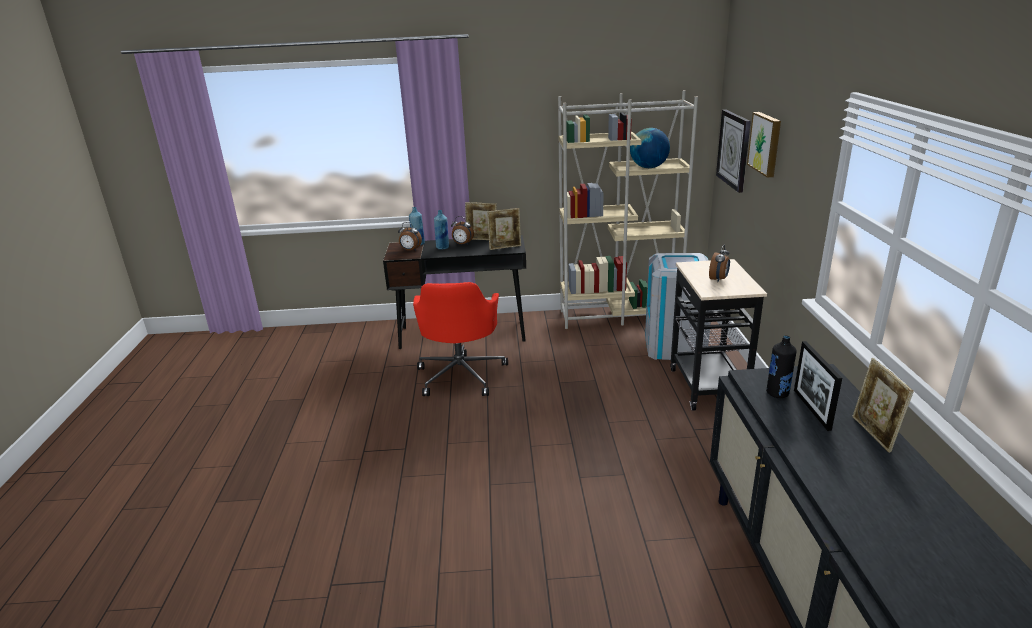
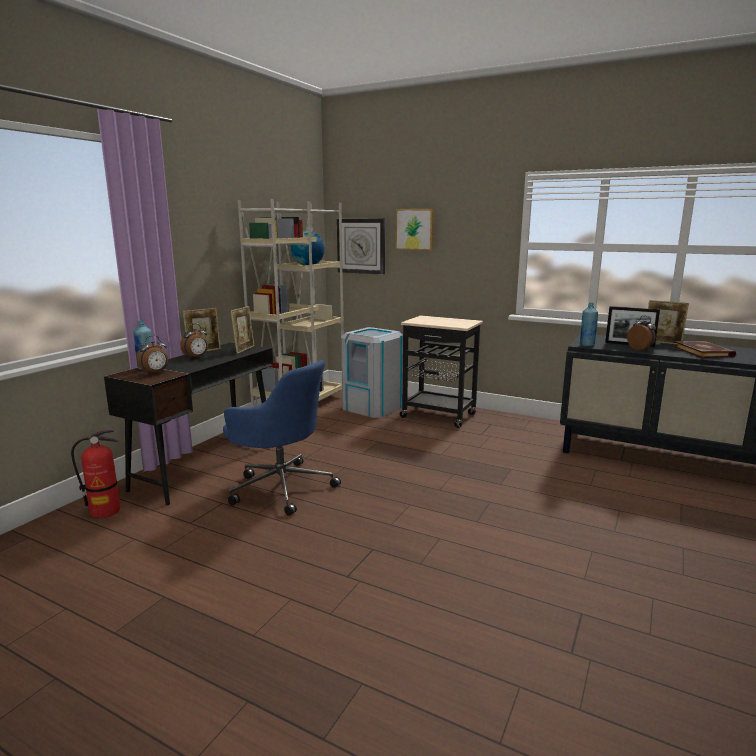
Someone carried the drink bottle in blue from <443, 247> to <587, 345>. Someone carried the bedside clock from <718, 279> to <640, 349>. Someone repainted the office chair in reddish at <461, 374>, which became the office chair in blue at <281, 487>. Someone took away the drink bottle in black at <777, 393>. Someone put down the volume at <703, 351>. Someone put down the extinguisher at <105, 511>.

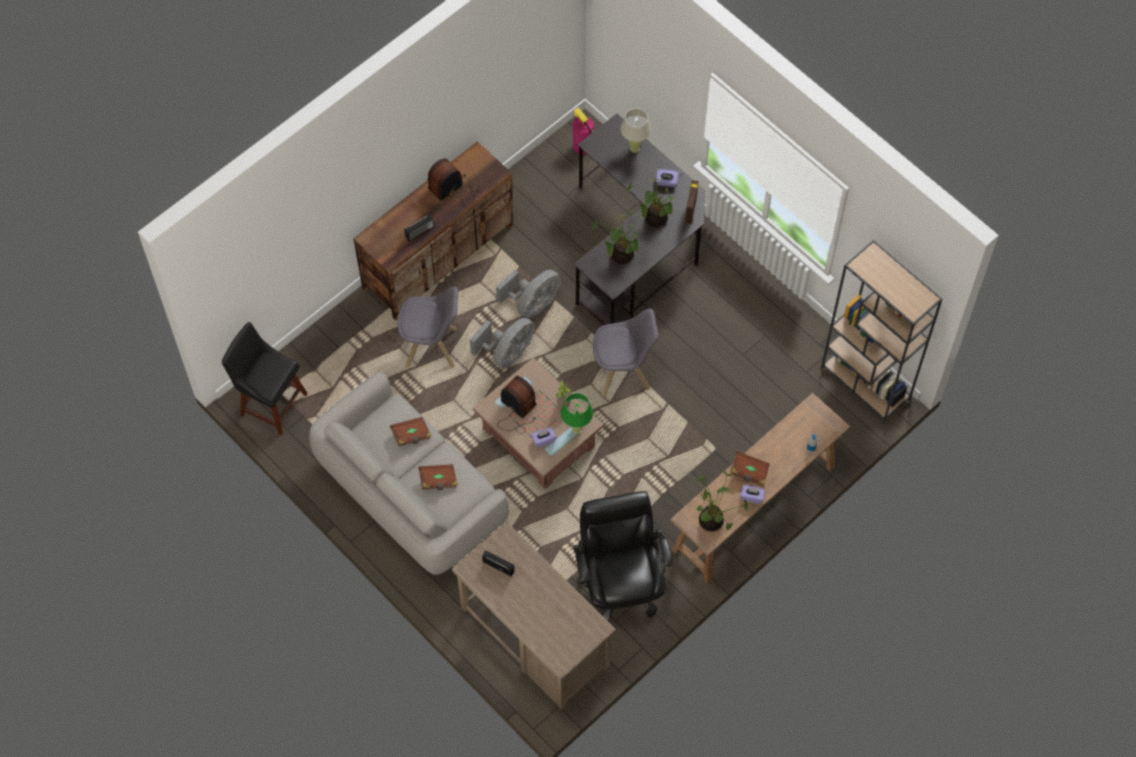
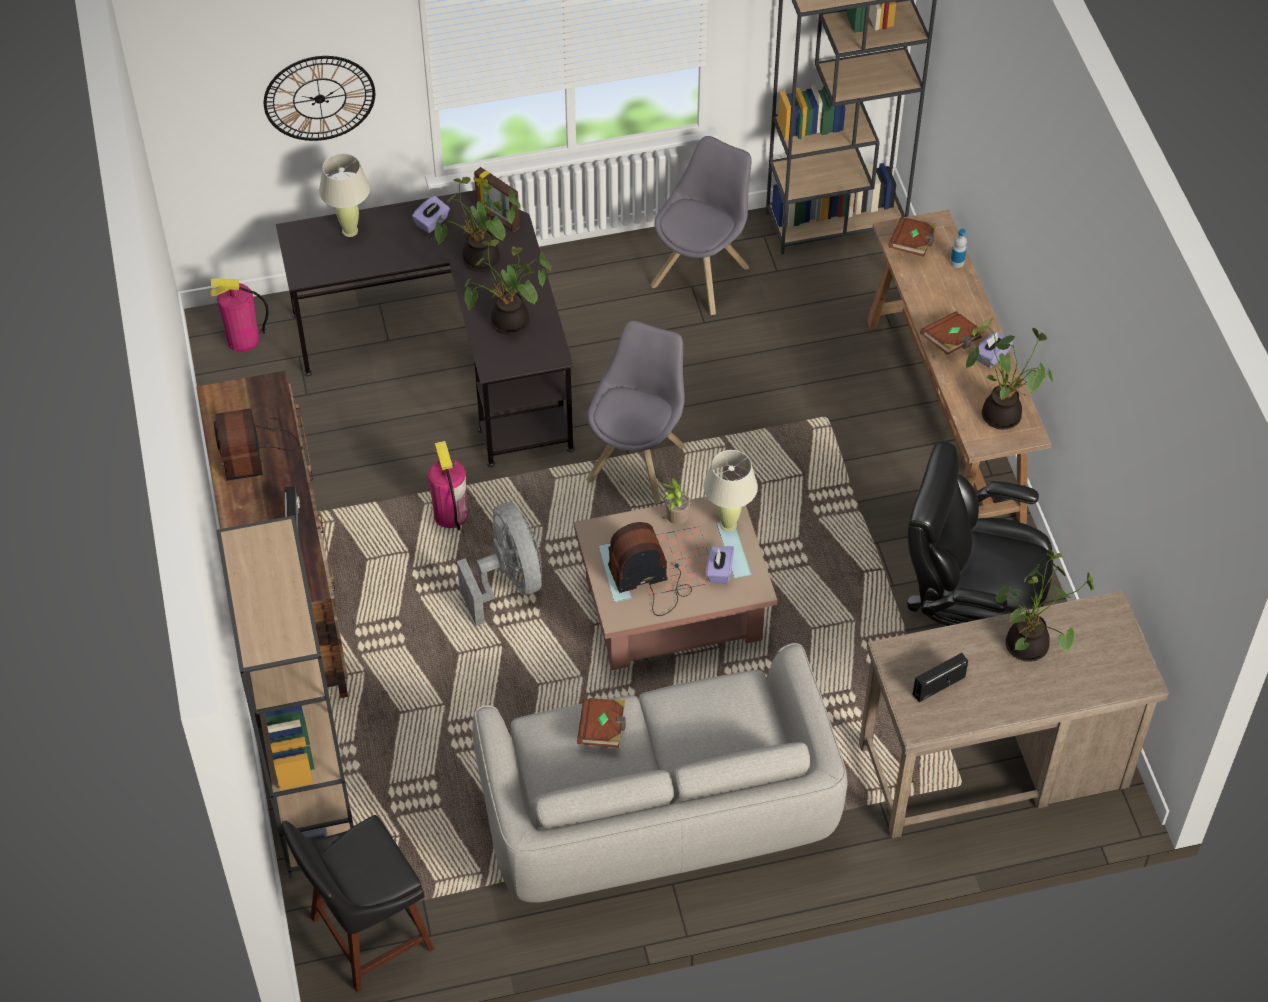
Someone swapped the cooling fan in grey at <532, 304> for the extinguisher at <450, 515>. Someone carried the chair in grey from <431, 347> to <701, 277>. Someone repainted the tabletop lamp in greenish at <576, 429>, which became the tabletop lamp in sand-coloured at <728, 525>. Someone carried the volume in brownish from <438, 480> to <912, 245>. Someone put up the wall clock at <319, 98>. Someone put down the bookcase at <311, 803>. Someone put down the houseplant at <1029, 648>.

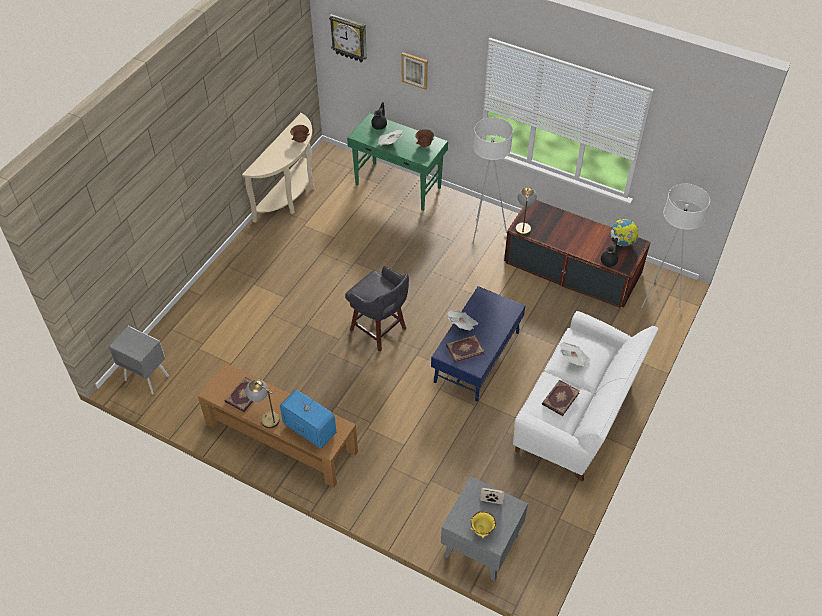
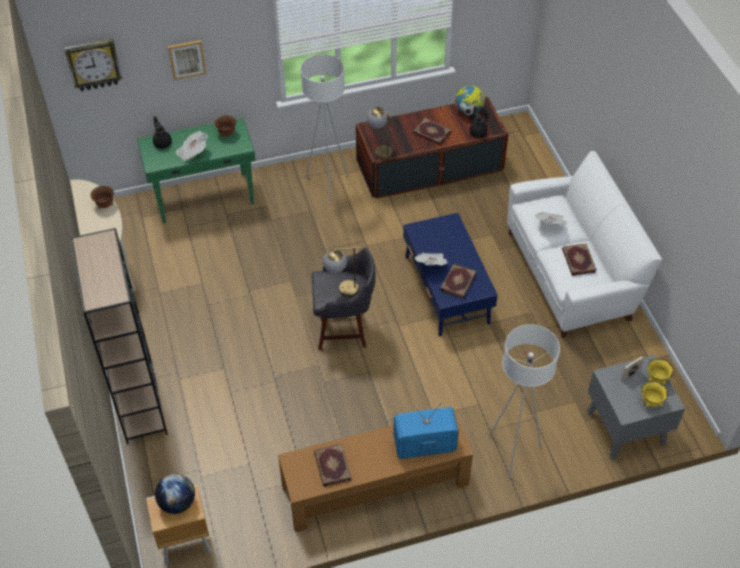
Someone carried the floor lamp in white from <658, 298> to <512, 452>. Someone repainted the bedside table in grey at <146, 377>, which became the bedside table in brownish at <184, 543>. Someone carried the tabletop lamp from <265, 417> to <341, 290>. Someone put down the volume at <431, 133>. Someone put down the bookcase in sand-coloured at <139, 403>. Someone put down the deep dish in yellow at <657, 379>. Someone put down the world globe at <177, 503>.

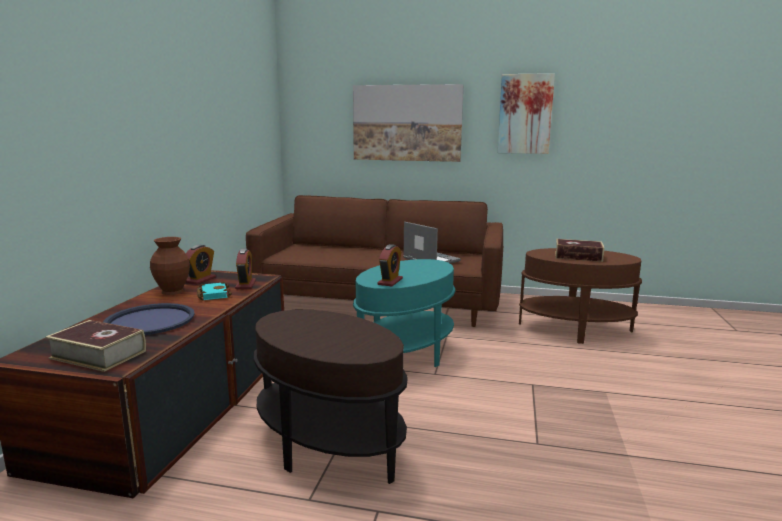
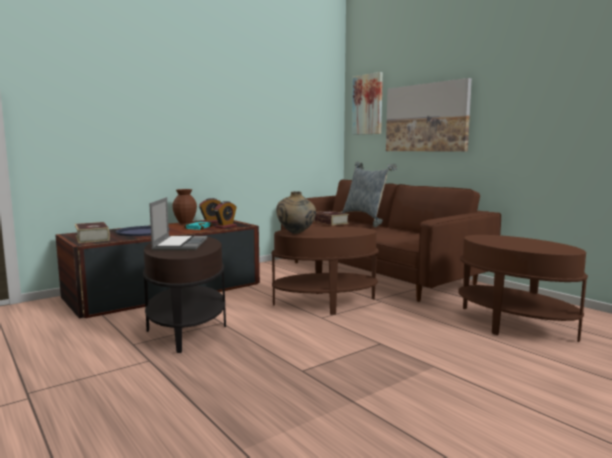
Someone carried the picture from <525, 114> to <368, 104>. Someone carried the laptop from <430, 260> to <179, 244>. Someone carried the volume from <578, 256> to <331, 222>. Someone swapped the bedside clock at <390, 281> for the flower vase in sand-coloured at <296, 233>. Someone repainted the accent table in turquoise-coloured at <405, 355>, which became the accent table in brownish at <325, 303>. Someone put down the cushion at <366, 223>.

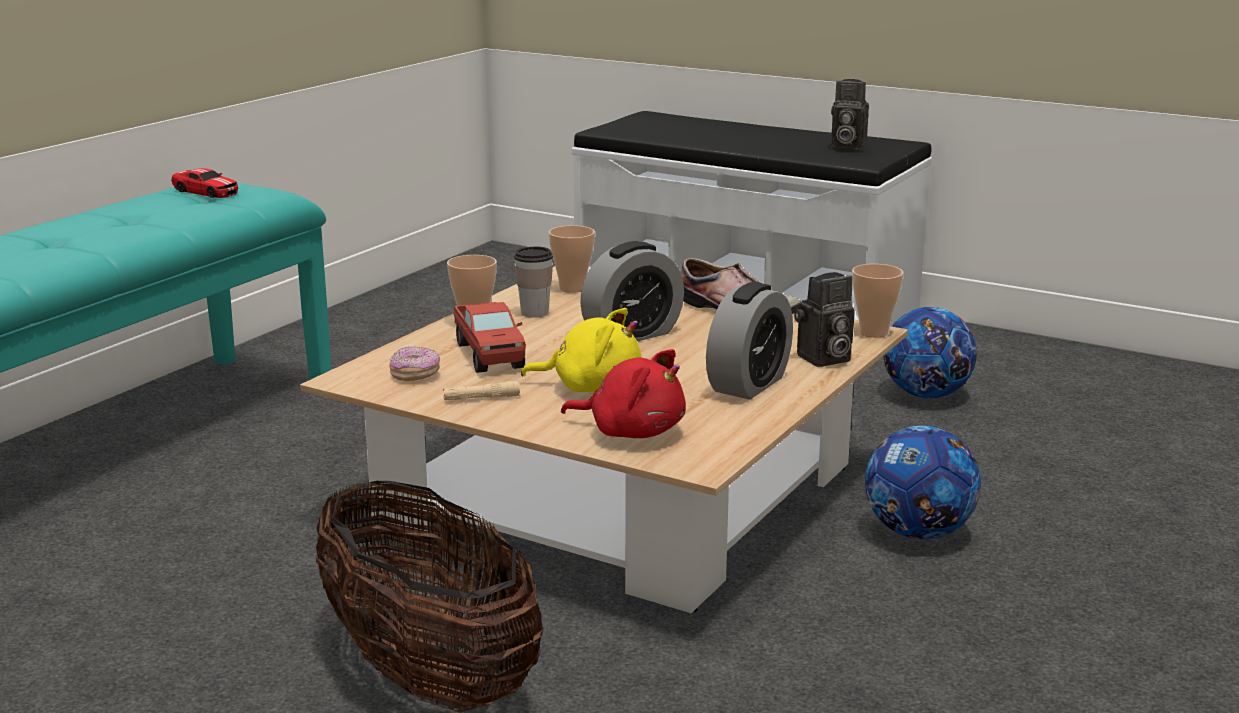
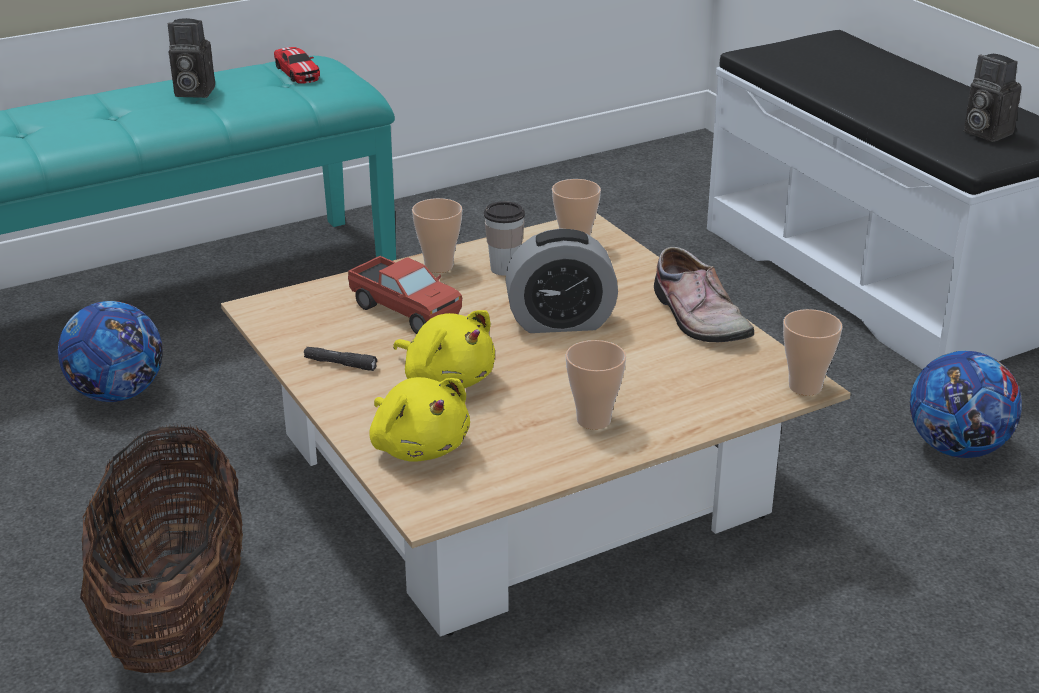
Someone carried the still camera from <823, 359> to <192, 92>. Someone swapped the bedside clock at <748, 384> for the cup at <593, 420>. Someone rotated the model truck at <489, 355> by 60 degrees counterclockwise. Someone took away the donut at <415, 375>. Someone repainted the soft toy in reddish at <632, 431>, which became the soft toy in yellow at <418, 446>. Someone repainted the torch in sand-coloured at <481, 398>, which became the torch in black at <340, 364>. Someone carried the football from <918, 532> to <117, 394>.

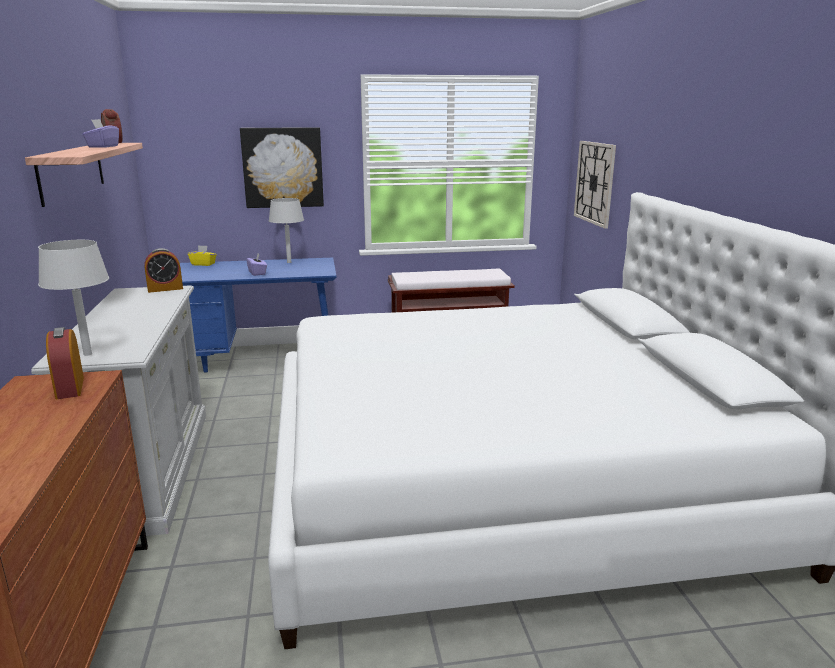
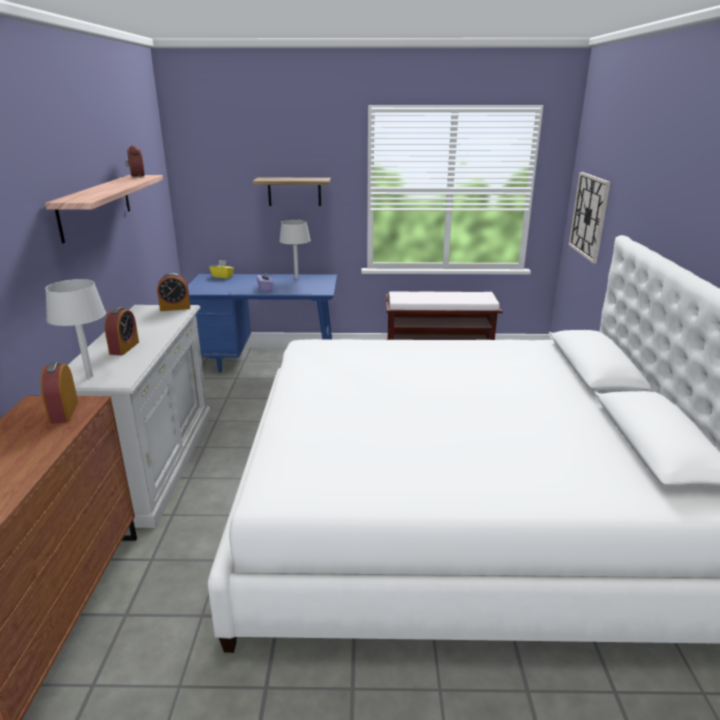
Someone took away the box of tissues in purplish at <103, 146>. Someone swapped the picture at <283, 167> for the bracket shelf at <294, 191>. Someone put down the bedside clock at <124, 348>.

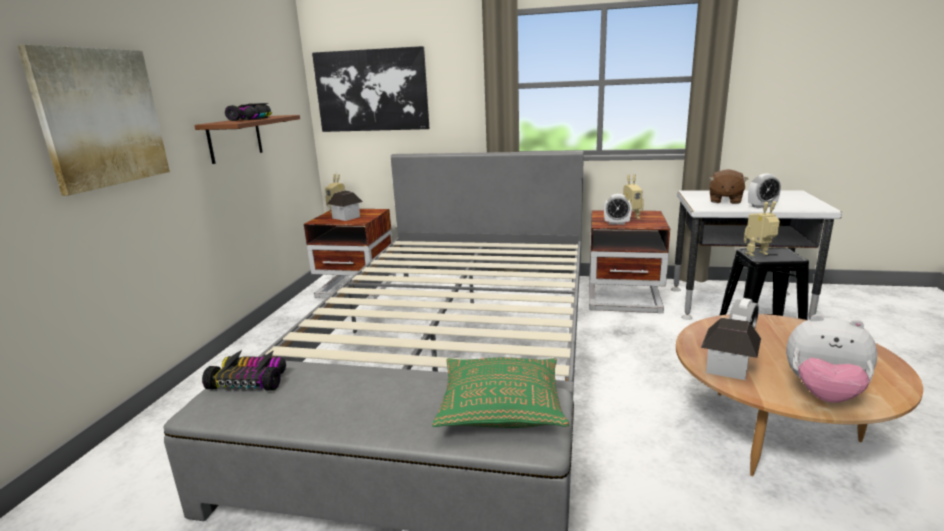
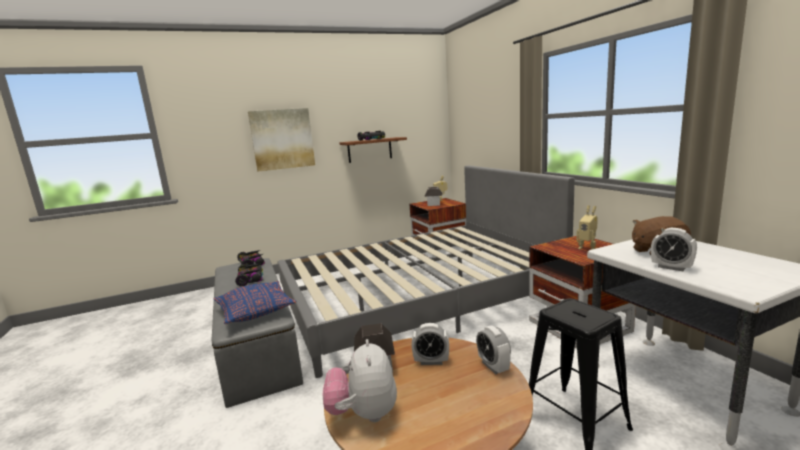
Someone took away the picture at <372, 90>. Someone carried the bedside clock from <616, 223> to <493, 366>. Someone took away the model robot at <759, 255>. Someone repainted the cushion in greenish at <501, 408>, which became the cushion in blue at <256, 312>. Someone put down the miniature car at <251, 279>.

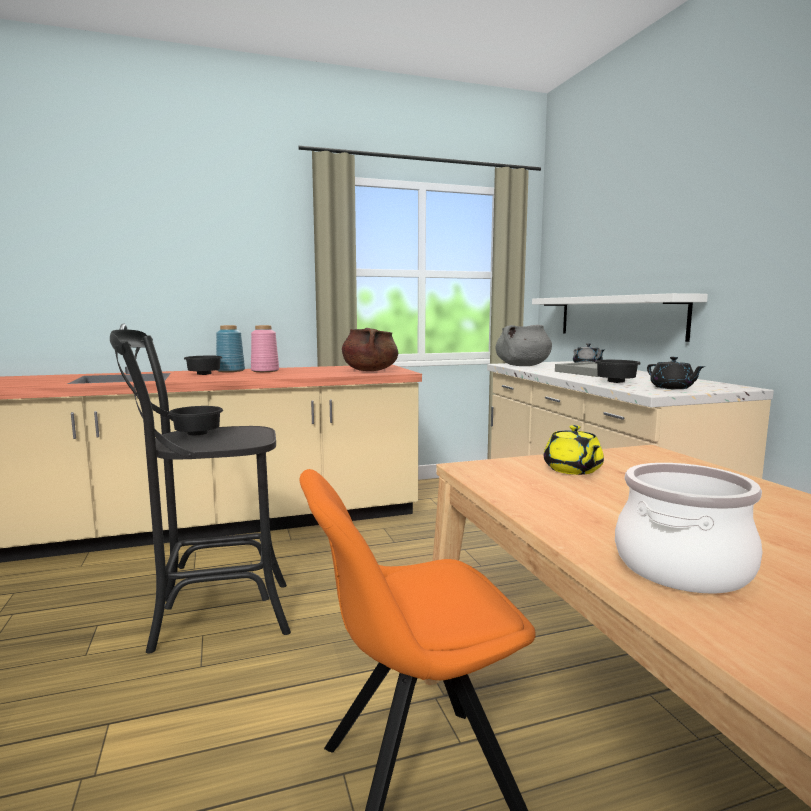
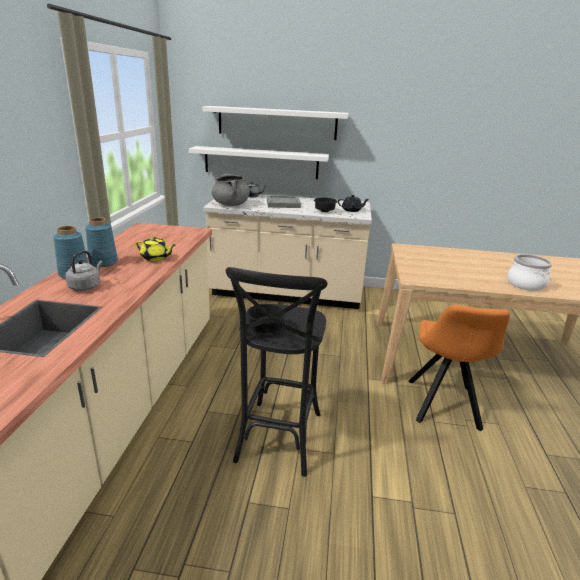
Someone repainted the flower vase in pink at <264, 371>, which became the flower vase in blue at <103, 263>. Someone took away the stockpot in brownish at <370, 370>. Someone swapped the deep dish in black at <205, 374> for the tea kettle in grey at <86, 286>. Someone carried the tea pot in yellow from <573, 470> to <156, 258>. Someone put up the bracket shelf in white at <277, 123>.

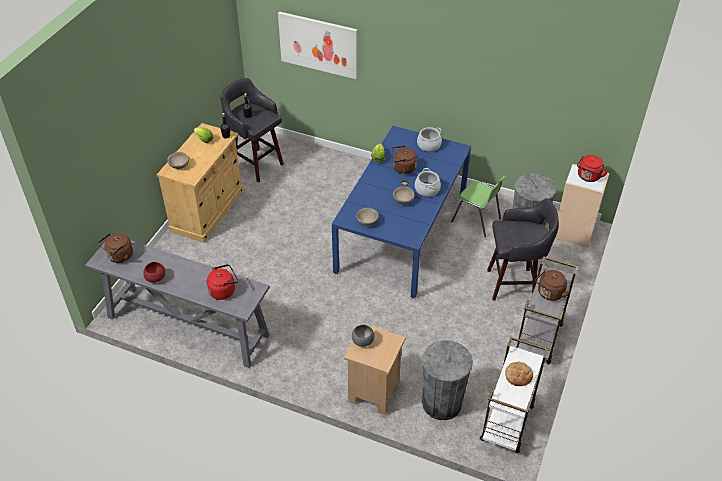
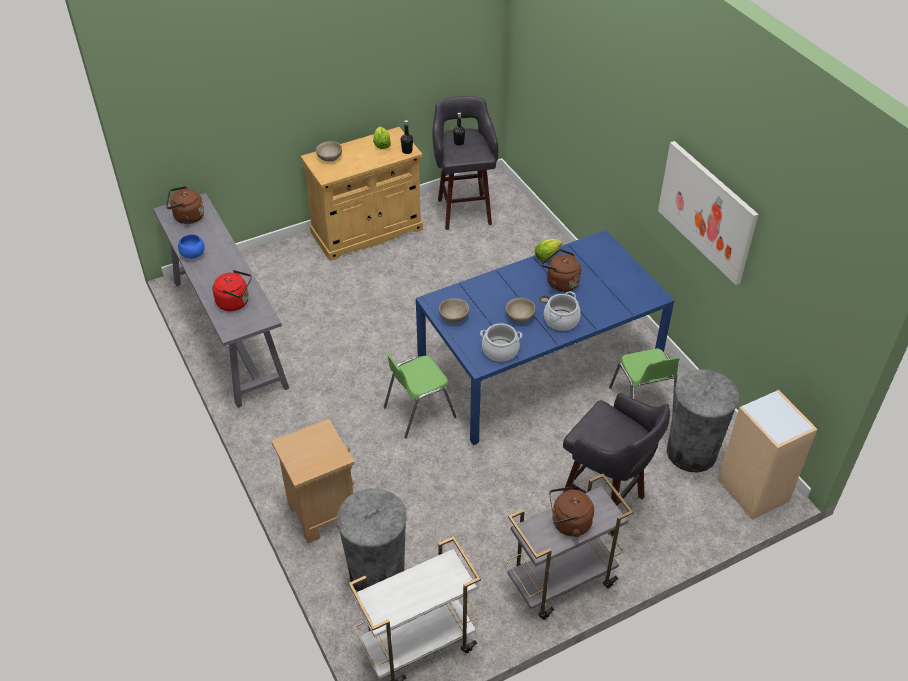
Someone carried the picture from <318, 44> to <707, 211>. Someone carried the stockpot from <428, 145> to <500, 350>. Someone took away the tea kettle in reddish at <588, 177>. Someone repainted the deep dish in reddish at <156, 278>, which became the deep dish in blue at <193, 255>. Someone took away the deep dish in grey at <362, 341>. Someone took away the bakery bread at <518, 375>. Someone put down the chair in greenish at <418, 412>.

